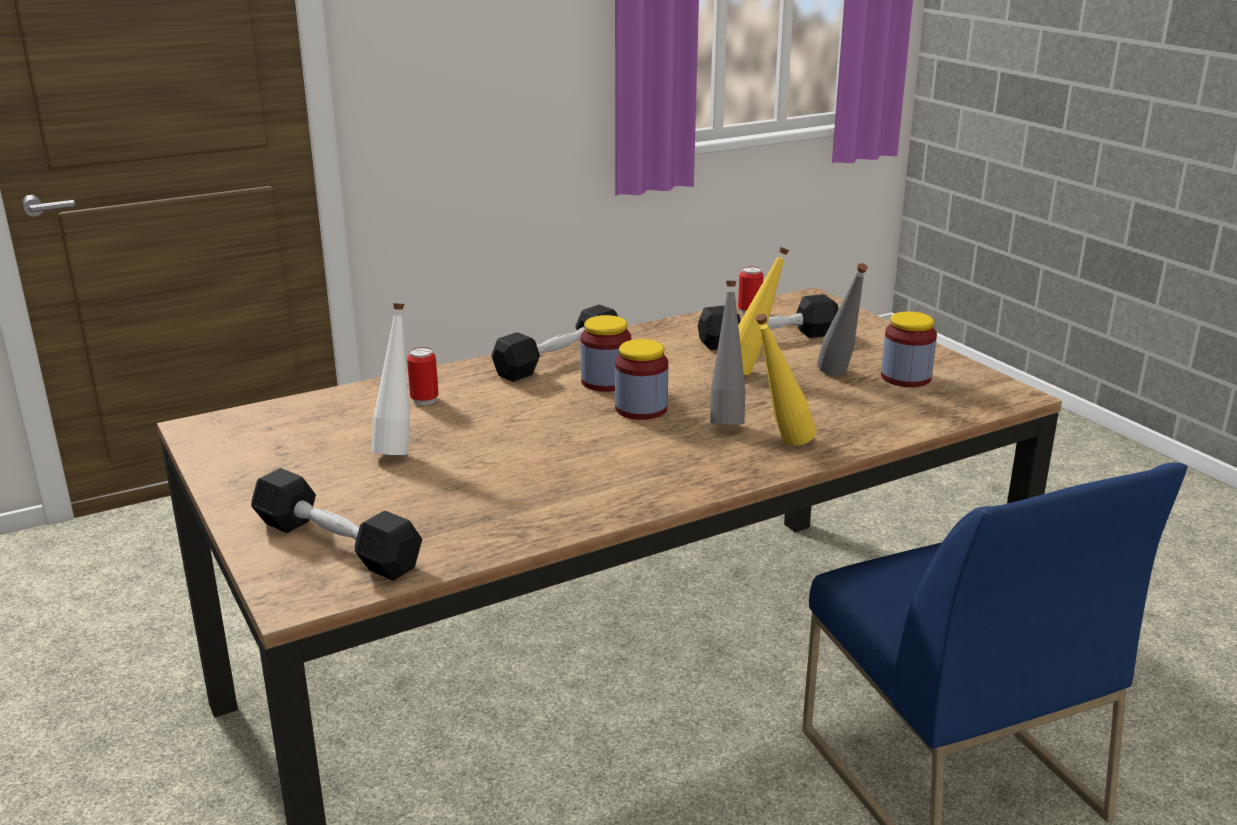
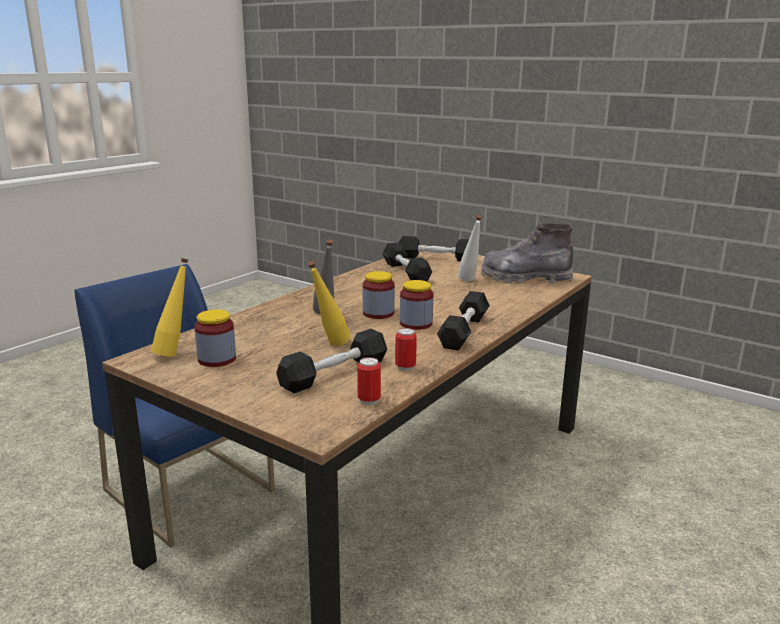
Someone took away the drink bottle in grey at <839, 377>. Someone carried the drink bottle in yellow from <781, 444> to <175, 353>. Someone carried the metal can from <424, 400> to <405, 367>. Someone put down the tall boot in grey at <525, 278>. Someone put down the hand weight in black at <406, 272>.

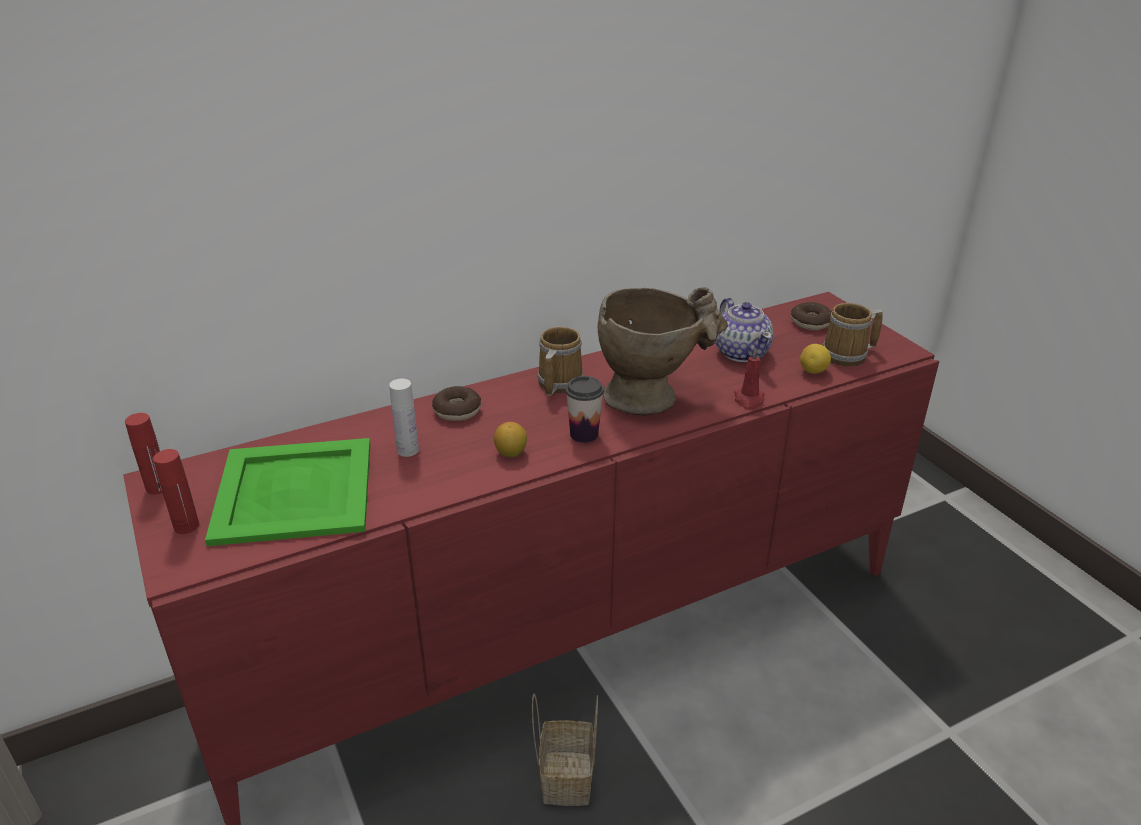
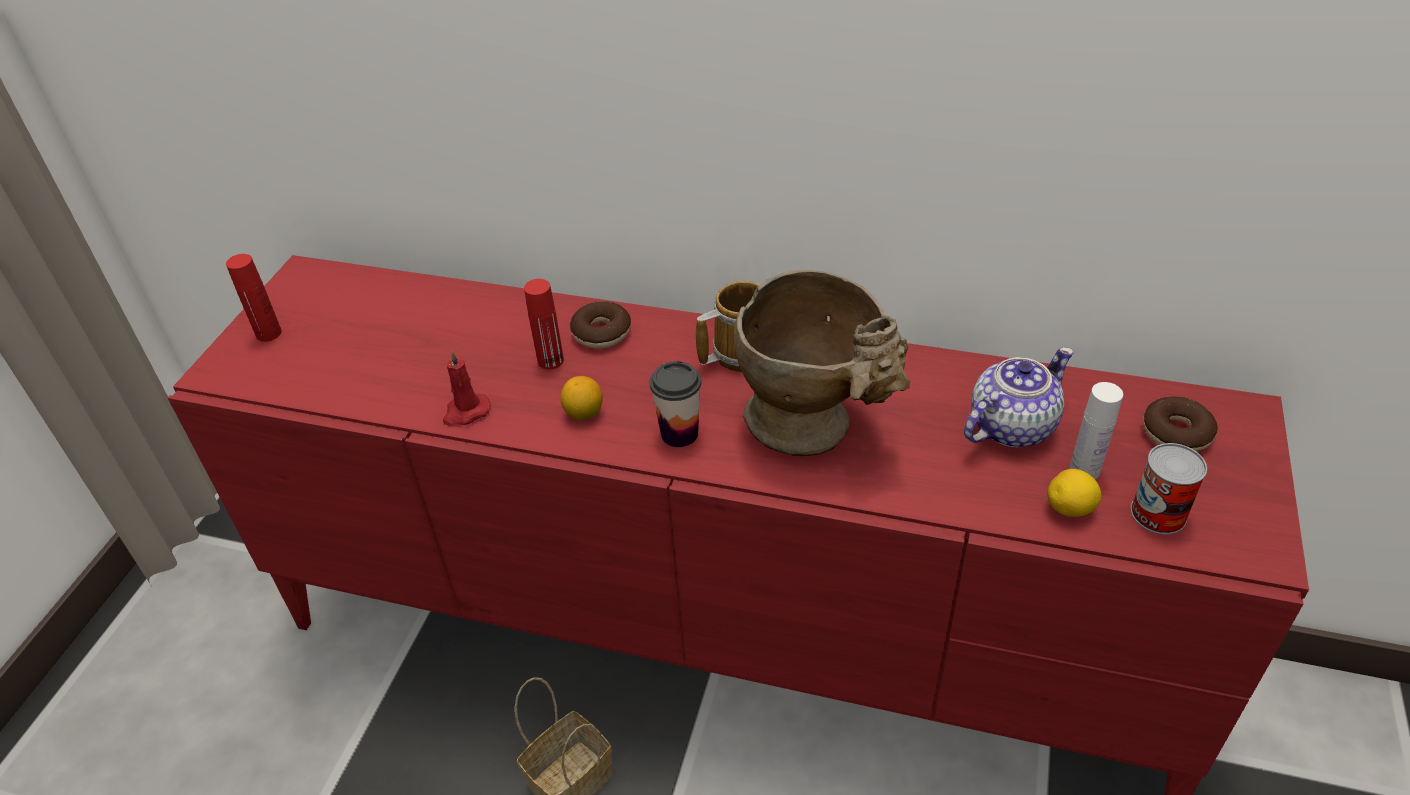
Someone rotated the tea pot at <741, 352> by 150 degrees counterclockwise. Someone swapped the mug at <848, 355> for the metal can at <1158, 513>. Someone carried the wax light in reddish from <749, 400> to <466, 412>. Someone carried the drink bottle in white from <408, 450> to <1084, 469>. Someone carried the drink bottle in reddish from <158, 487> to <550, 361>. Someone took away the serving tray in greenish at <295, 492>.

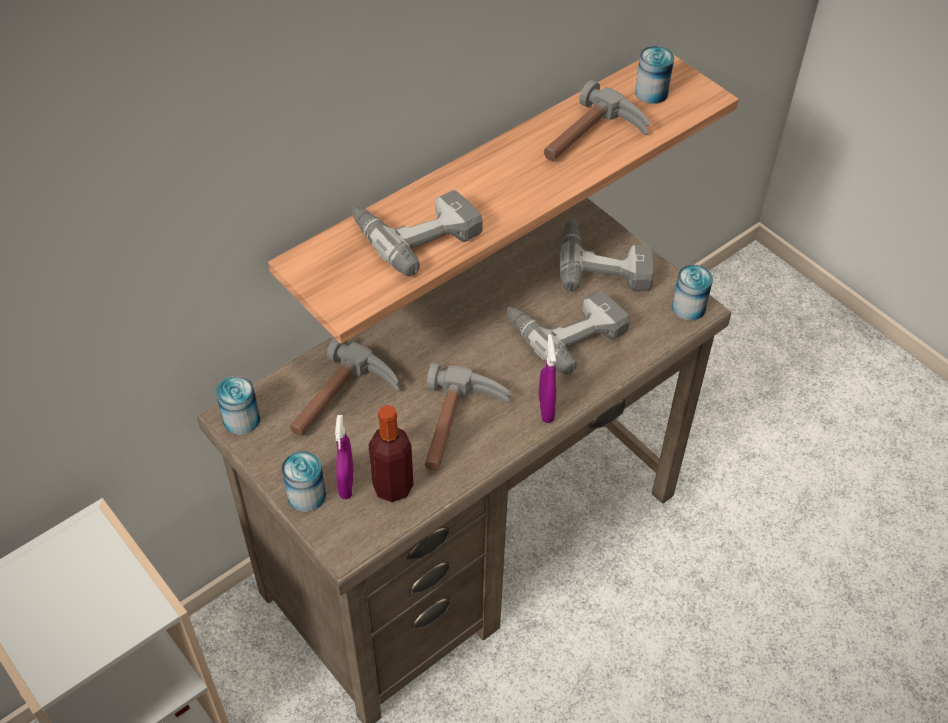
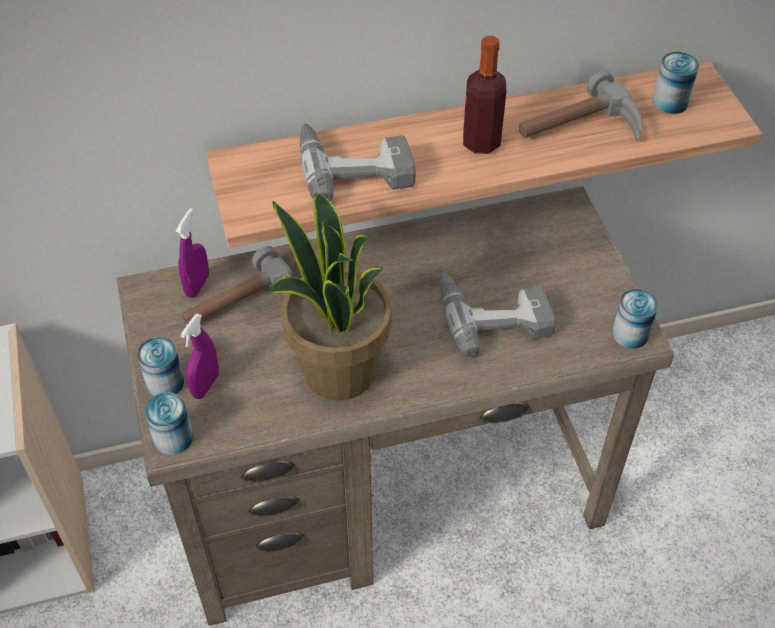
Someone took away the power drill at <604, 262>. Someone carried the spray bottle in purplish from <546, 409> to <197, 285>. Someone swapped the hammer at <460, 428> for the houseplant at <338, 371>. Someone carried the metal can from <241, 420> to <173, 438>. Someone carried the drink bottle from <393, 486> to <481, 142>.

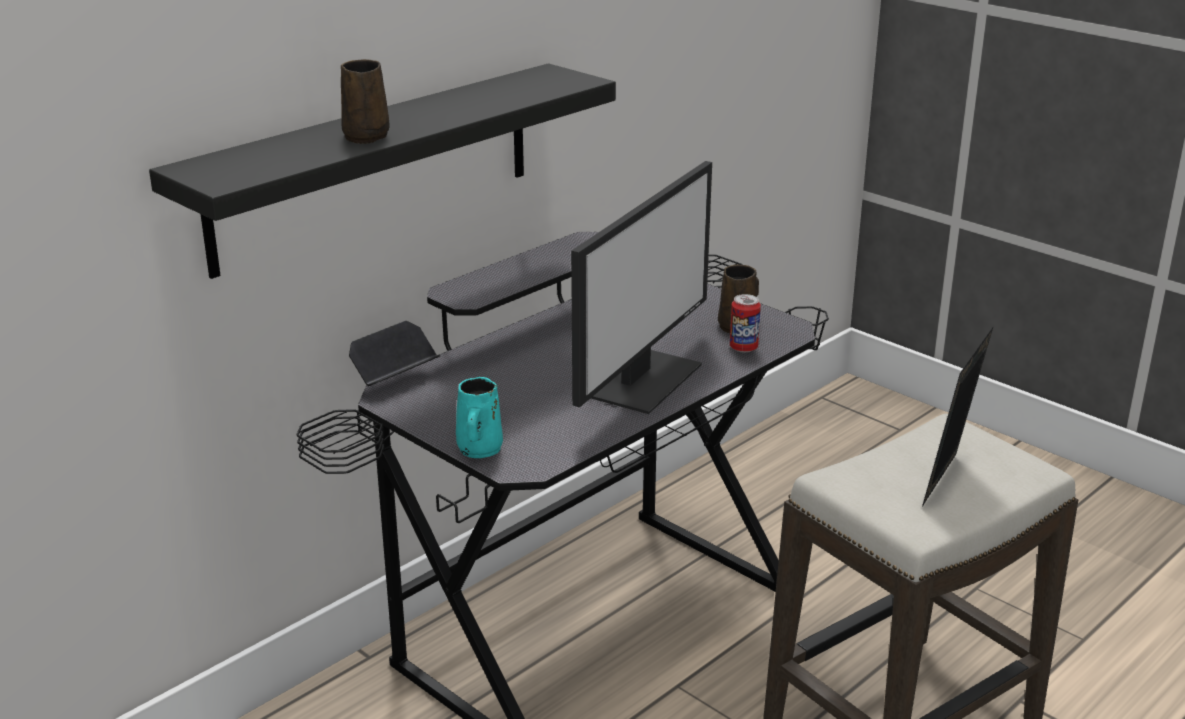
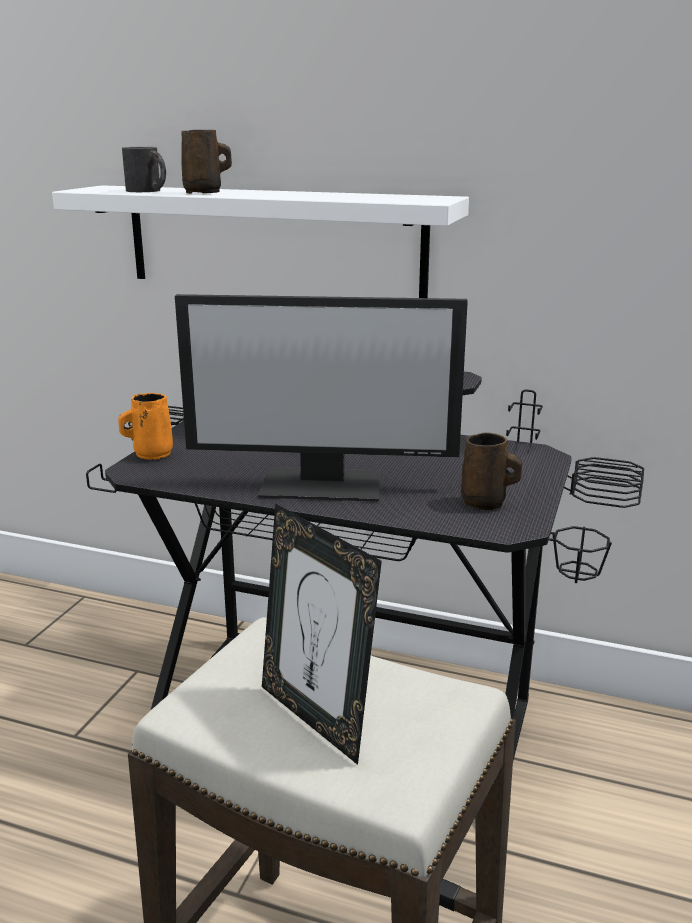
Someone repainted the bracket shelf in black at <375, 166>, which became the bracket shelf in white at <273, 240>. Someone took away the metal can at <743, 348>. Someone rotated the picture frame at <948, 482> by 135 degrees counterclockwise. Someone repainted the mug in turquoise-coloured at <479, 450>, which became the mug in orangey at <151, 454>. Someone put down the mug in black at <148, 191>.

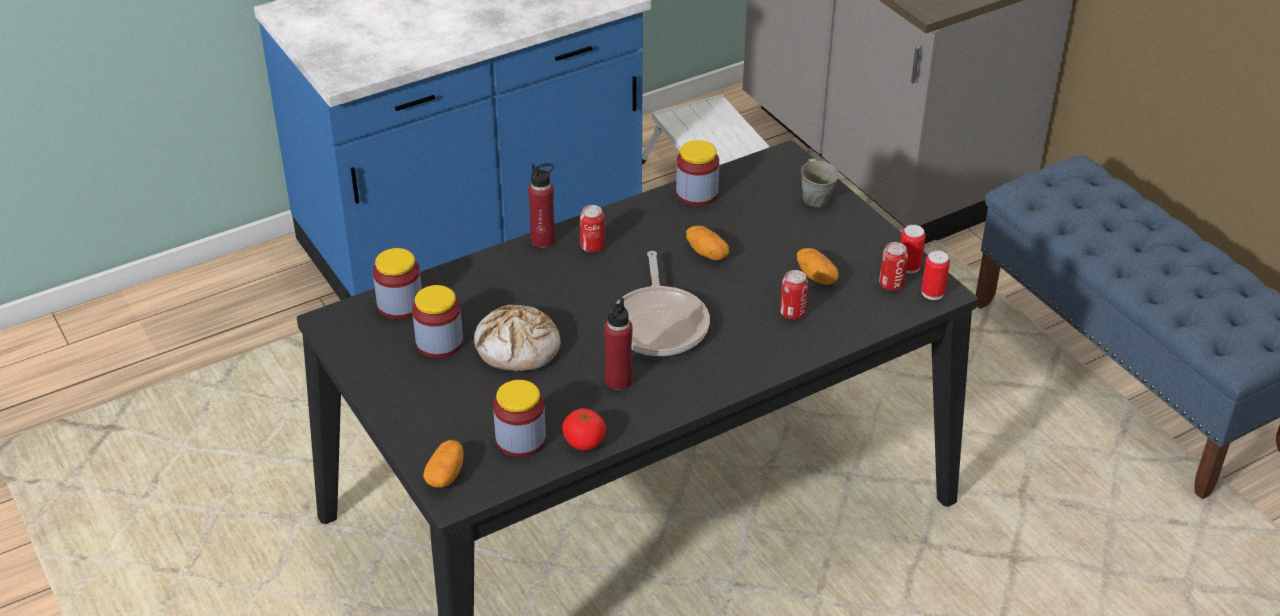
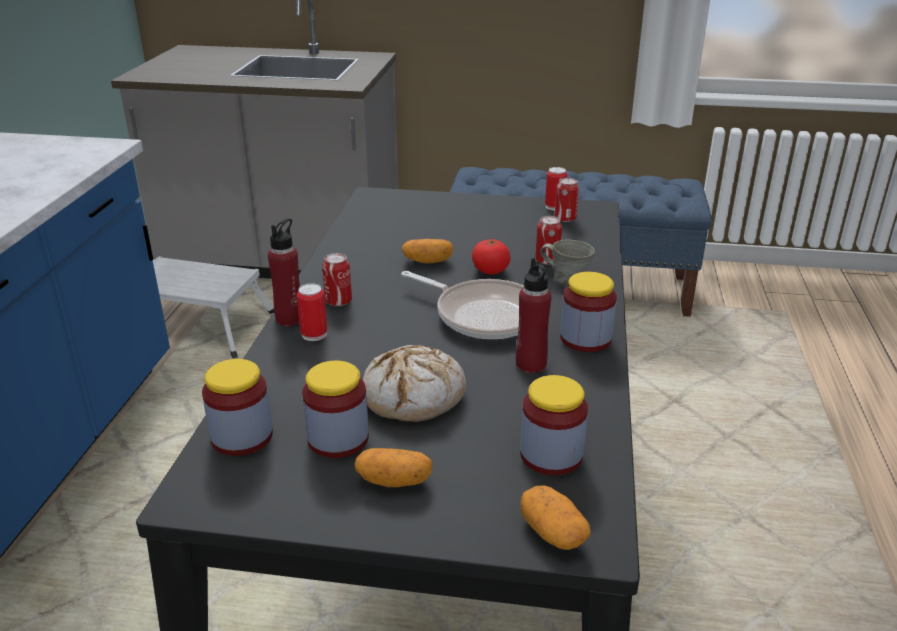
Someone carried the jar from <697, 194> to <585, 338>. Someone carried the mug in grey from <815, 198> to <566, 280>. Someone carried the potato from <816, 276> to <394, 481>. Someone carried the metal can from <932, 292> to <314, 334>. Someone carried the tomato from <584, 442> to <490, 270>.

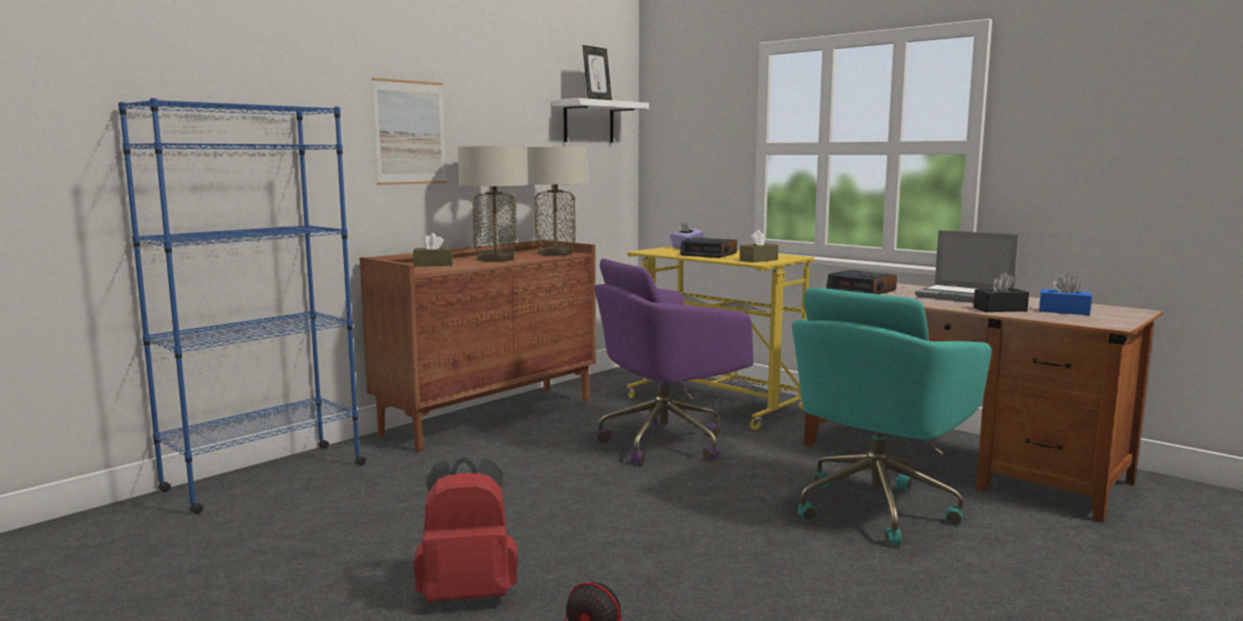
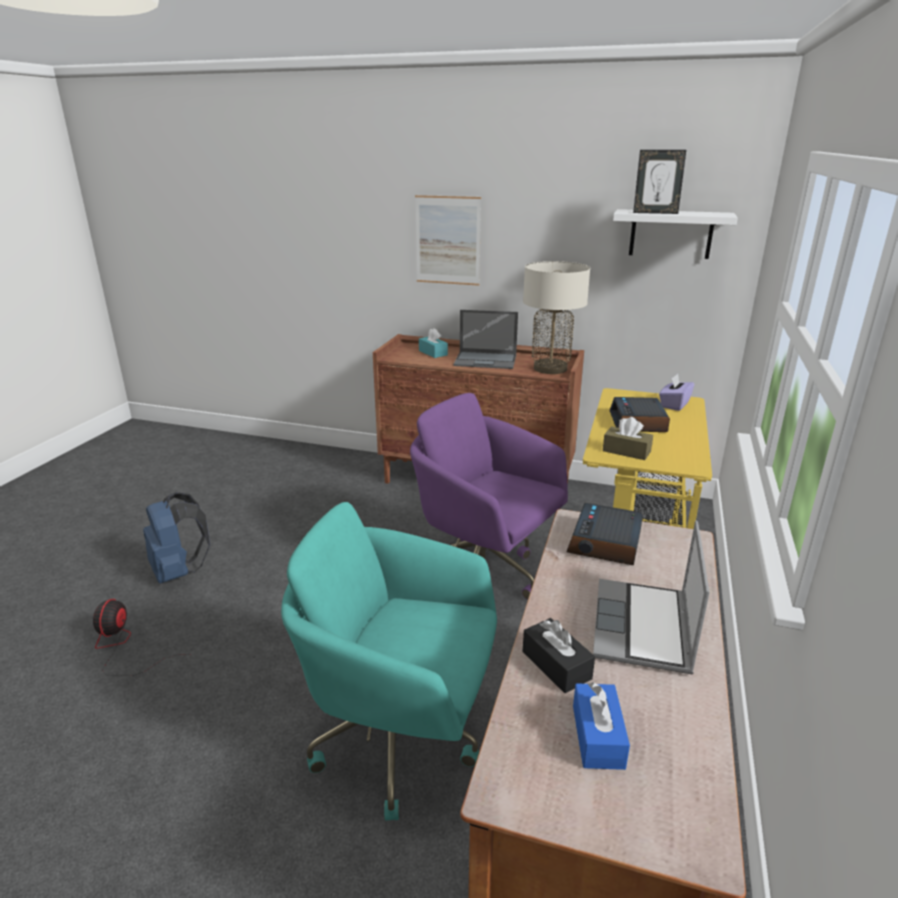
Someone took away the bookcase in blue at <264, 477>. Someone swapped the tabletop lamp at <495, 259> for the laptop at <486, 360>. Someone repainted the box of tissues in brownish at <433, 264>, which became the box of tissues in turquoise-coloured at <433, 353>. Someone repainted the rucksack in reddish at <468, 593>, which became the rucksack in blue at <179, 572>.

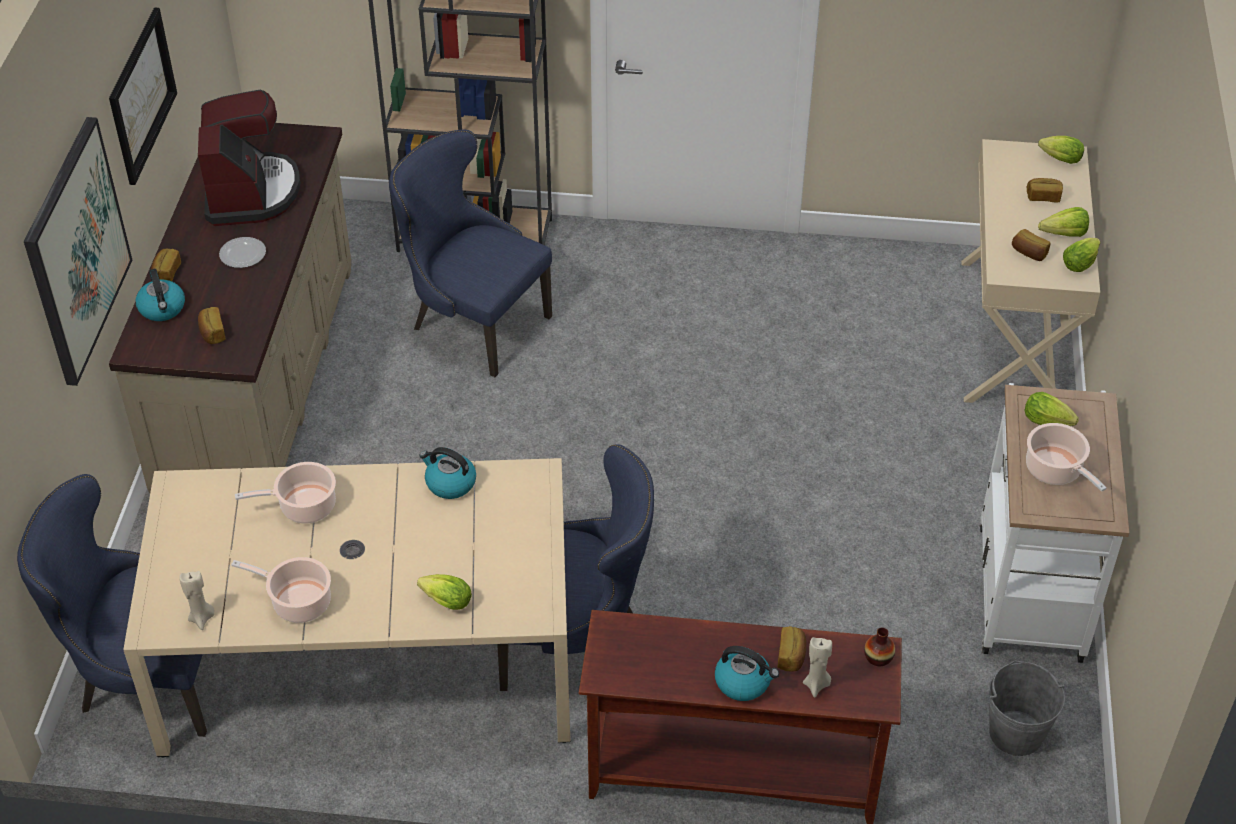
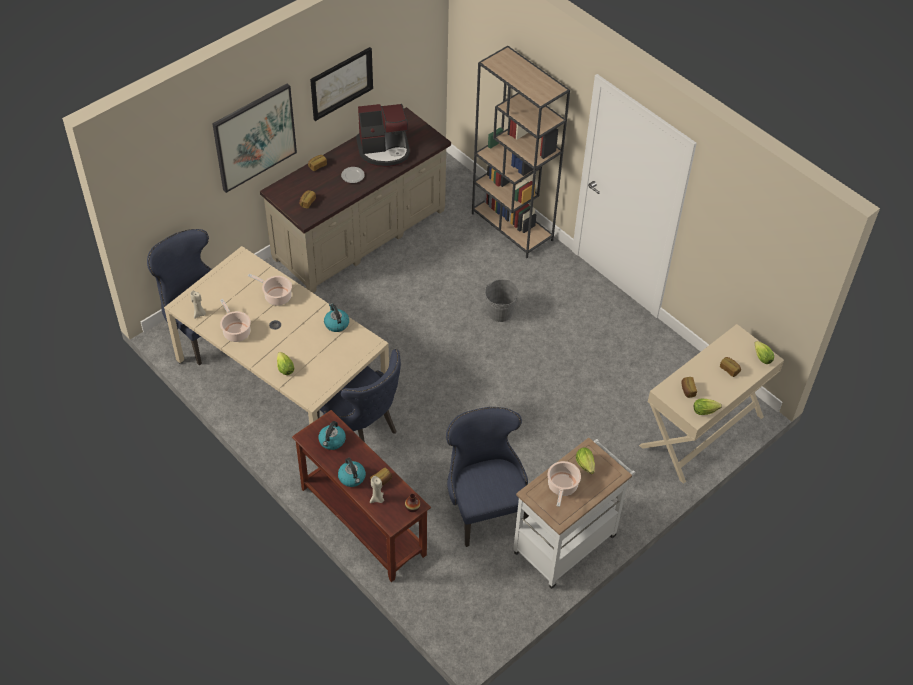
Someone rotated the coffee brewer at <250, 193> by 45 degrees clockwise. Someone carried the chair in blue from <474, 324> to <485, 508>. Someone took away the lettuce at <1060, 234>. Someone carried the tea kettle from <162, 309> to <332, 441>. Someone carried the bucket in grey from <1016, 733> to <500, 312>.

